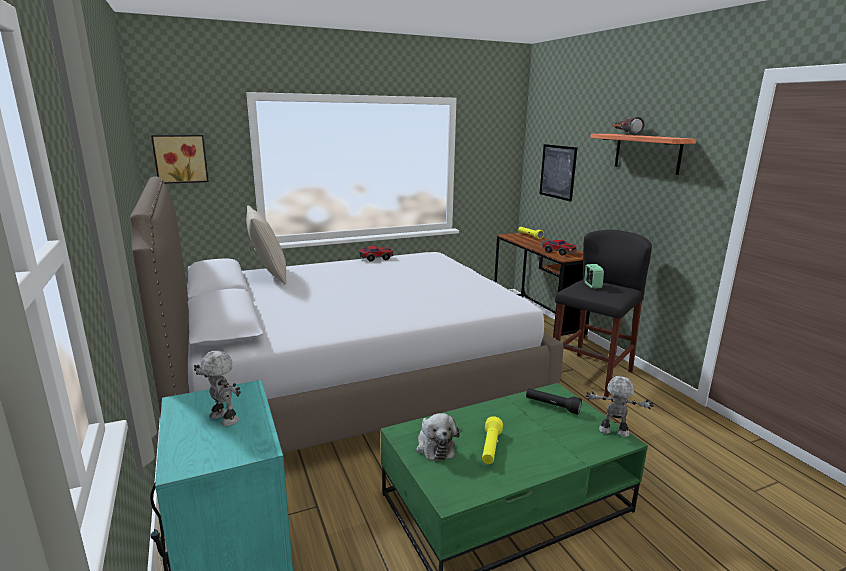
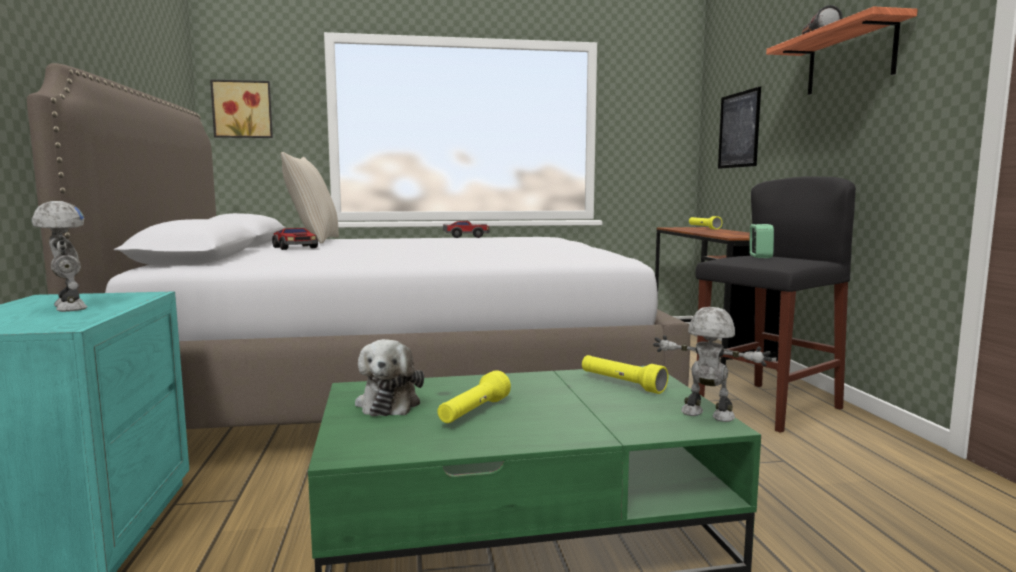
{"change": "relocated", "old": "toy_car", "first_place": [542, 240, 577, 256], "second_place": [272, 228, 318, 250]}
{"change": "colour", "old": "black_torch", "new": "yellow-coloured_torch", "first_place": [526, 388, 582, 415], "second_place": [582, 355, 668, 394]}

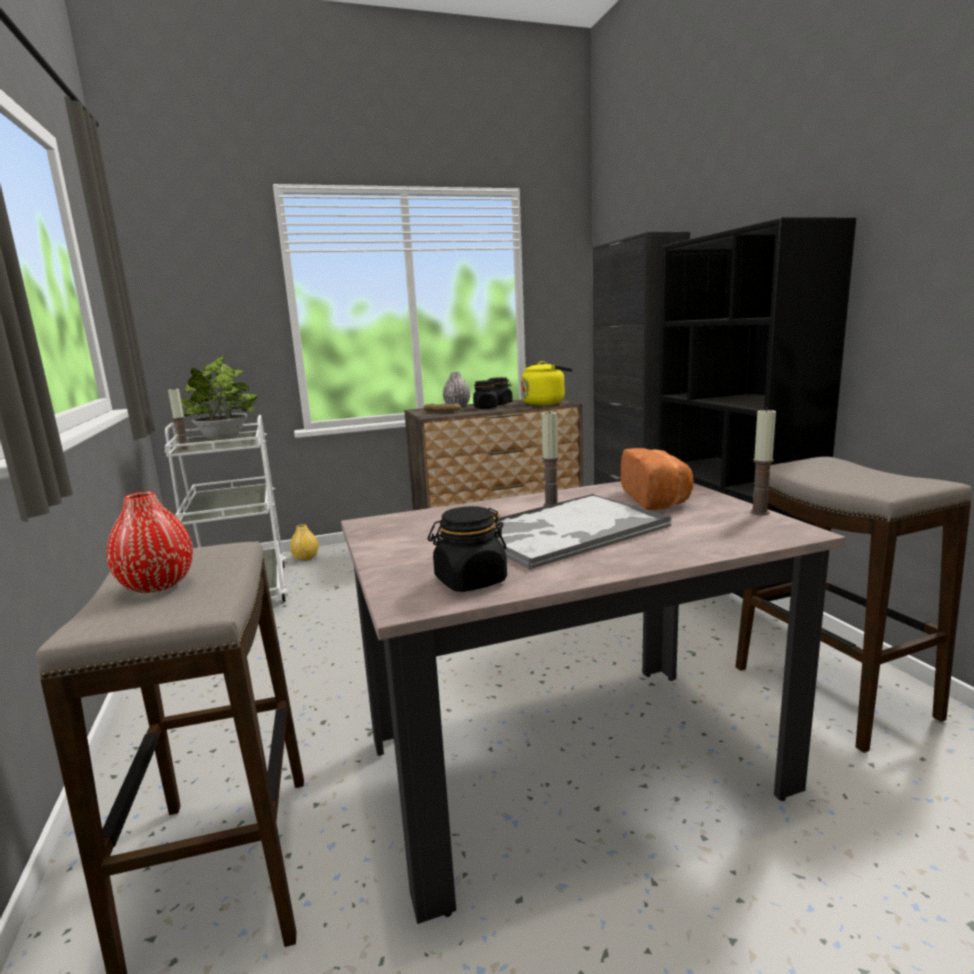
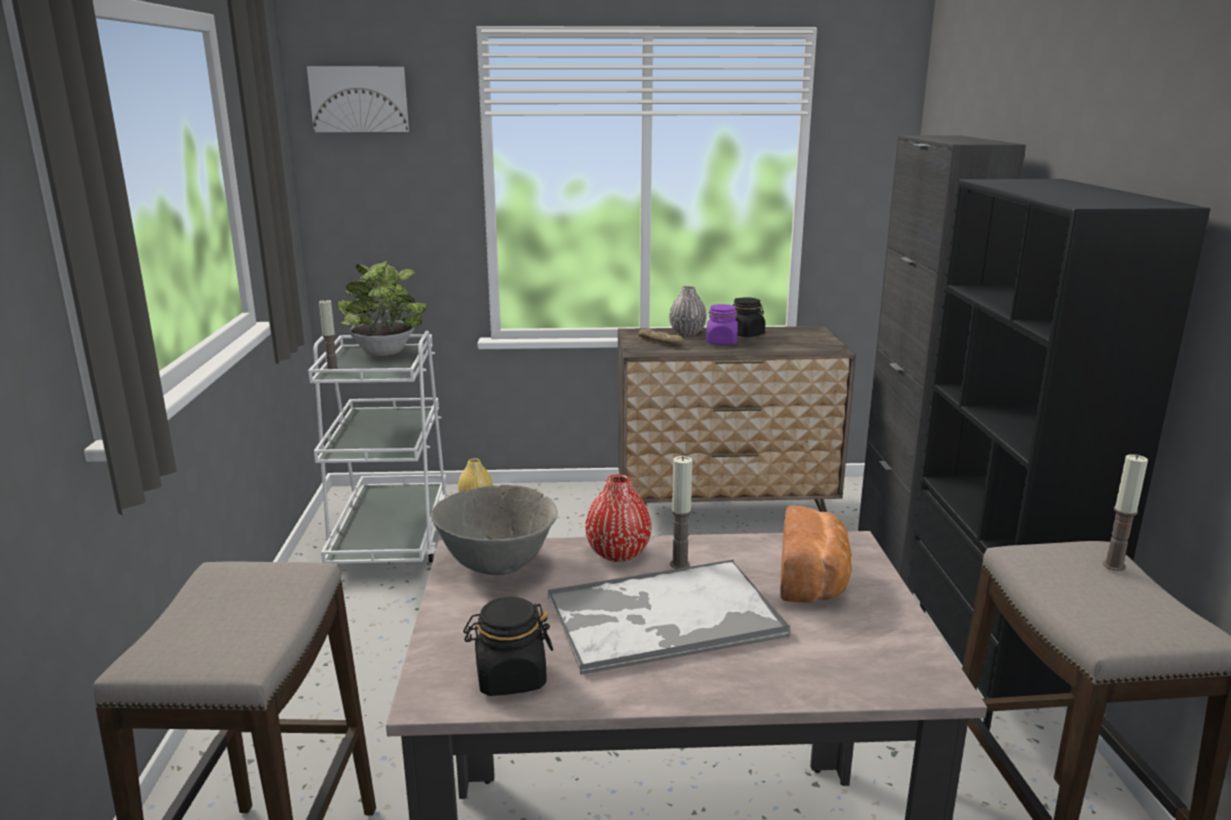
{"change": "missing", "old": "yellow-coloured_tea_kettle", "first_place": [521, 361, 573, 405]}
{"change": "colour", "old": "black_jar", "new": "purple-coloured_jar", "first_place": [473, 380, 498, 409], "second_place": [706, 304, 738, 345]}
{"change": "relocated", "old": "wax_candle", "first_place": [750, 408, 776, 515], "second_place": [1103, 454, 1148, 571]}
{"change": "relocated", "old": "red_vase", "first_place": [106, 491, 193, 593], "second_place": [585, 474, 651, 562]}
{"change": "appeared", "new": "picture", "second_place": [307, 67, 409, 132]}
{"change": "appeared", "new": "greyish_bowl", "second_place": [431, 484, 558, 575]}

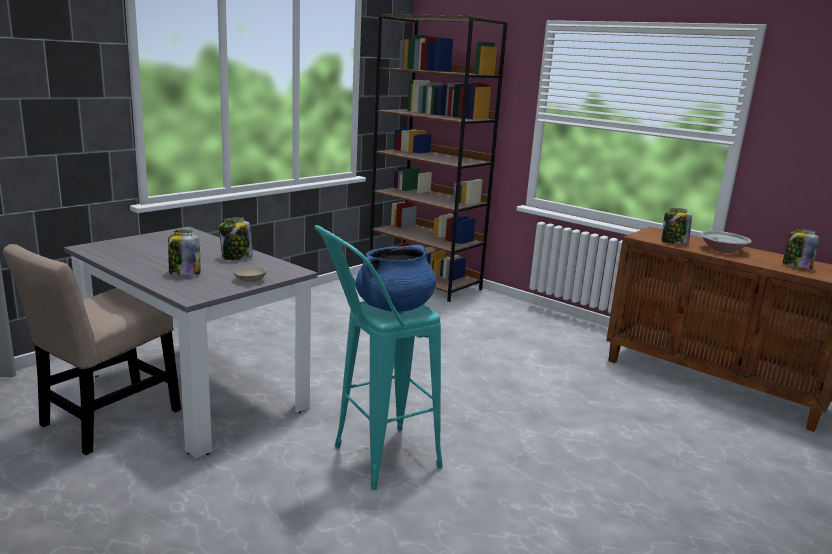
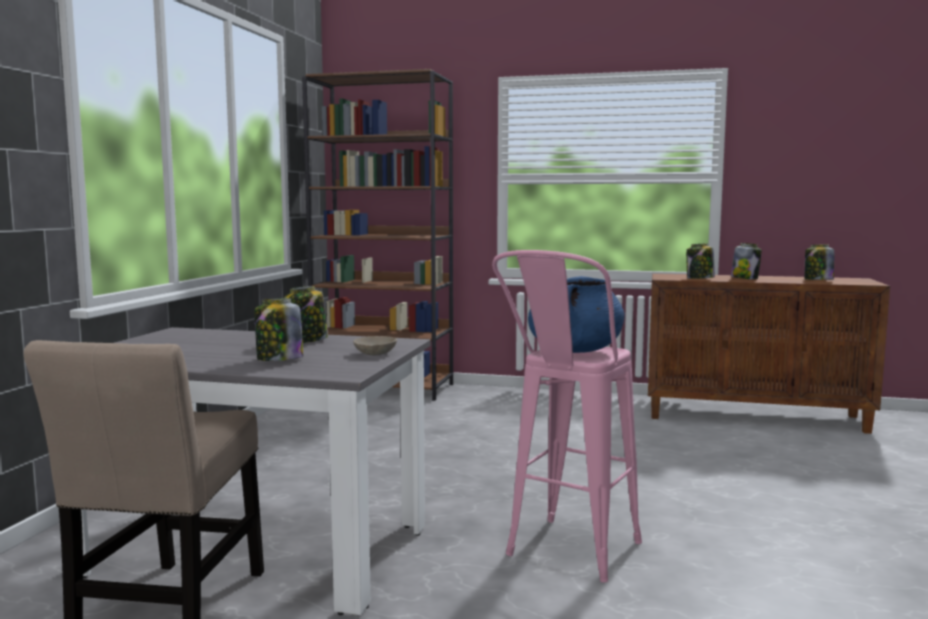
{"change": "colour", "old": "turquoise_stool", "new": "pinkish_stool", "first_place": [314, 225, 443, 490], "second_place": [492, 250, 642, 582]}
{"change": "exchanged", "old": "bowl", "new": "jar", "first_place": [700, 231, 751, 253], "second_place": [731, 243, 762, 279]}

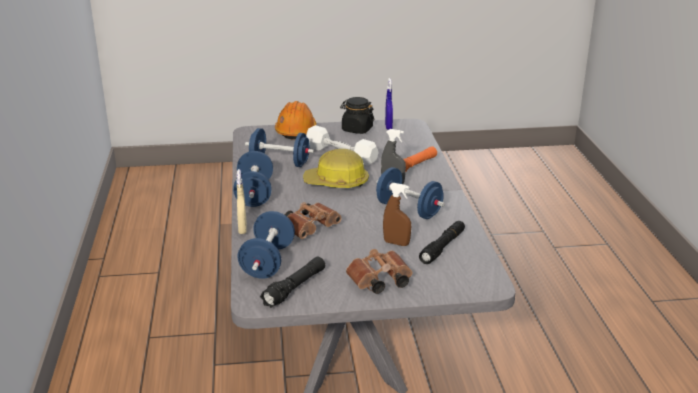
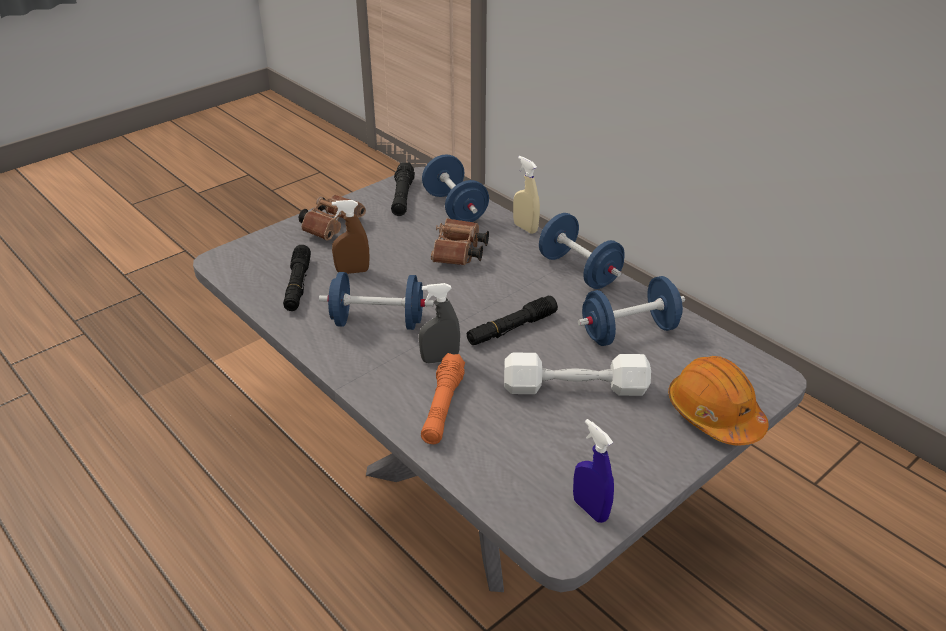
{"change": "missing", "old": "black_jar", "first_place": [340, 97, 374, 134]}
{"change": "exchanged", "old": "work_helmet", "new": "black_torch", "first_place": [303, 149, 369, 188], "second_place": [467, 296, 558, 345]}

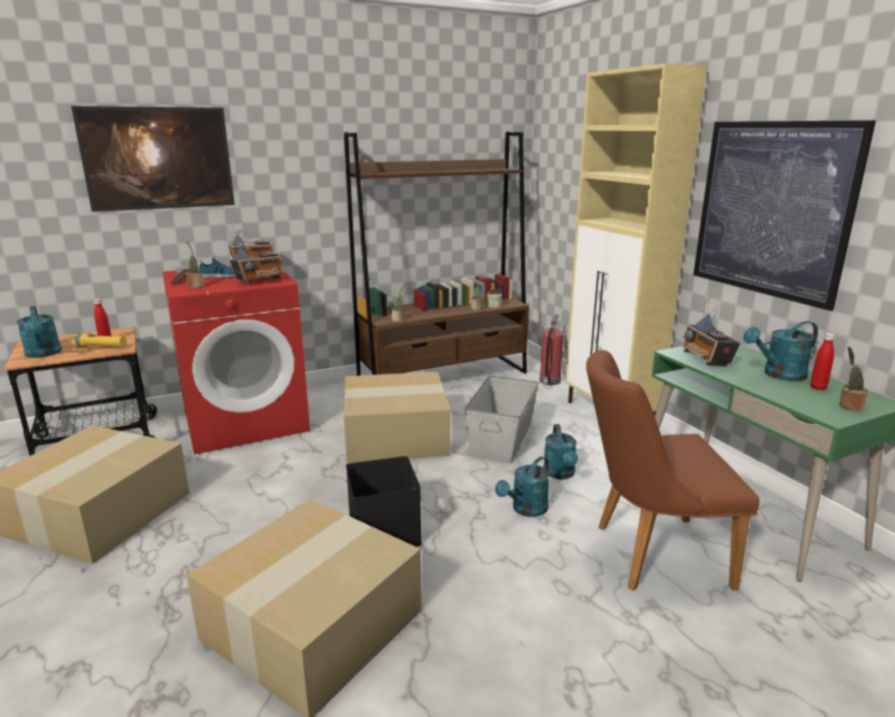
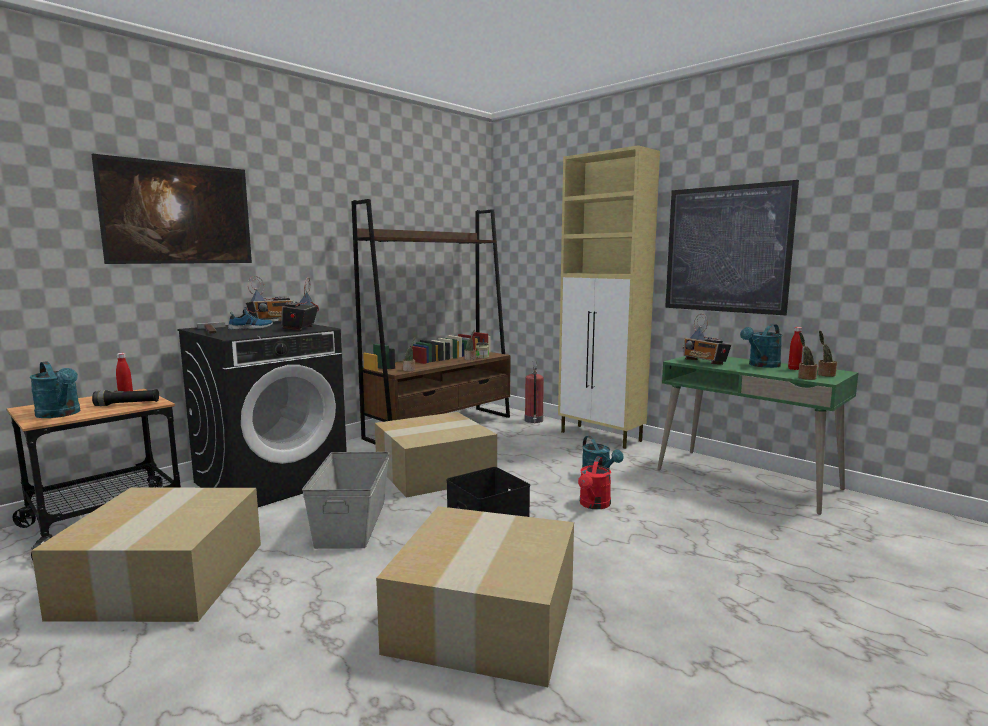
{"change": "spun", "old": "radio_receiver", "first_place": [230, 230, 283, 284], "second_place": [278, 277, 319, 331], "degrees": 150}
{"change": "relocated", "old": "potted_plant", "first_place": [185, 241, 205, 288], "second_place": [798, 332, 818, 380]}
{"change": "colour", "old": "red_laundry_appliance", "new": "black_laundry_appliance", "first_place": [163, 266, 310, 454], "second_place": [177, 321, 347, 507]}
{"change": "colour", "old": "yellow-coloured_torch", "new": "black_torch", "first_place": [71, 333, 127, 347], "second_place": [92, 389, 159, 406]}
{"change": "missing", "old": "brown_upright_chair", "first_place": [586, 350, 760, 591]}
{"change": "relocated", "old": "greyish_storage_container", "first_place": [464, 376, 539, 463], "second_place": [302, 452, 389, 549]}
{"change": "colour", "old": "turquoise_watering_can", "new": "red_watering_can", "first_place": [495, 456, 549, 517], "second_place": [578, 456, 611, 509]}

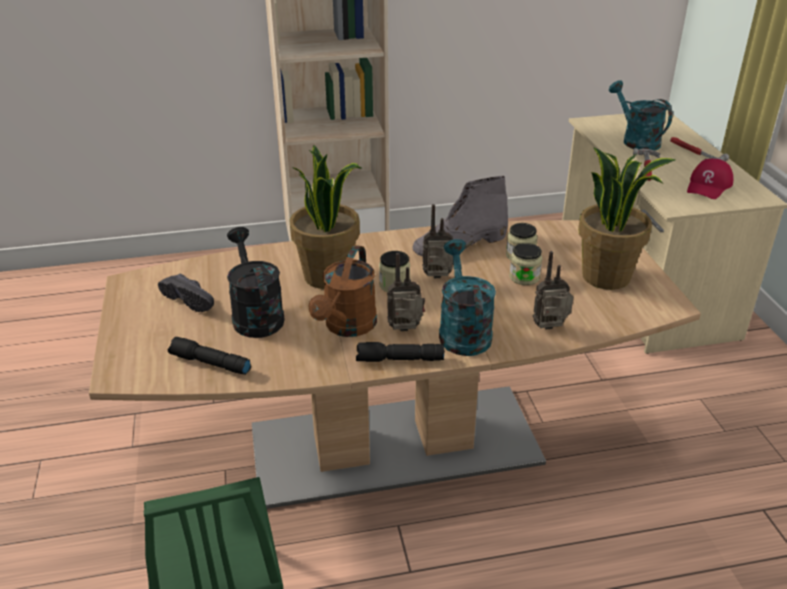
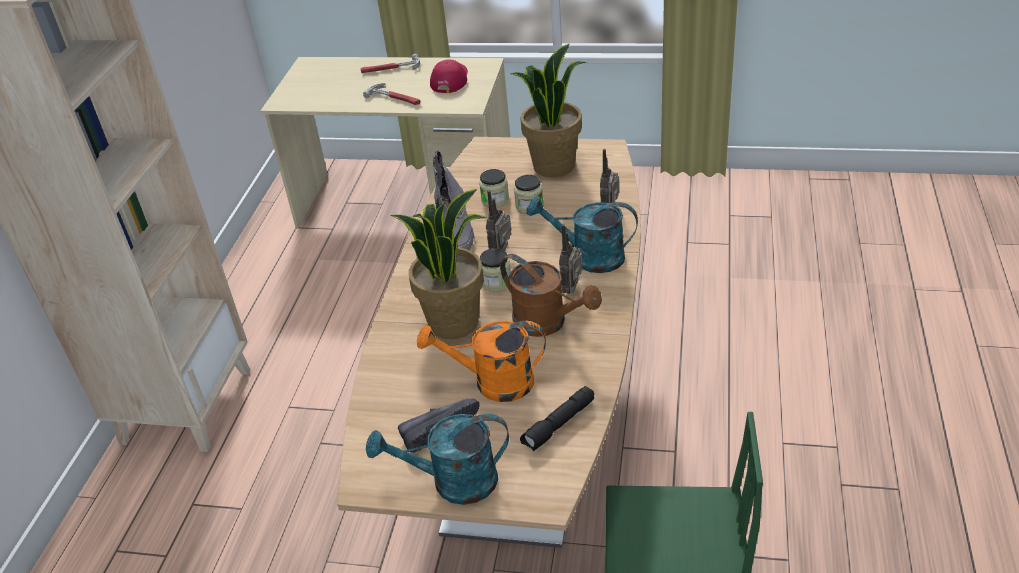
{"change": "relocated", "old": "turquoise_watering_can", "first_place": [609, 80, 673, 151], "second_place": [366, 414, 509, 505]}
{"change": "spun", "old": "red_baseball_cap", "first_place": [687, 158, 734, 199], "second_place": [430, 59, 468, 93], "degrees": -135}
{"change": "colour", "old": "black_watering_can", "new": "orangey_watering_can", "first_place": [227, 227, 285, 338], "second_place": [417, 320, 546, 402]}
{"change": "missing", "old": "black_torch", "first_place": [356, 342, 445, 362]}

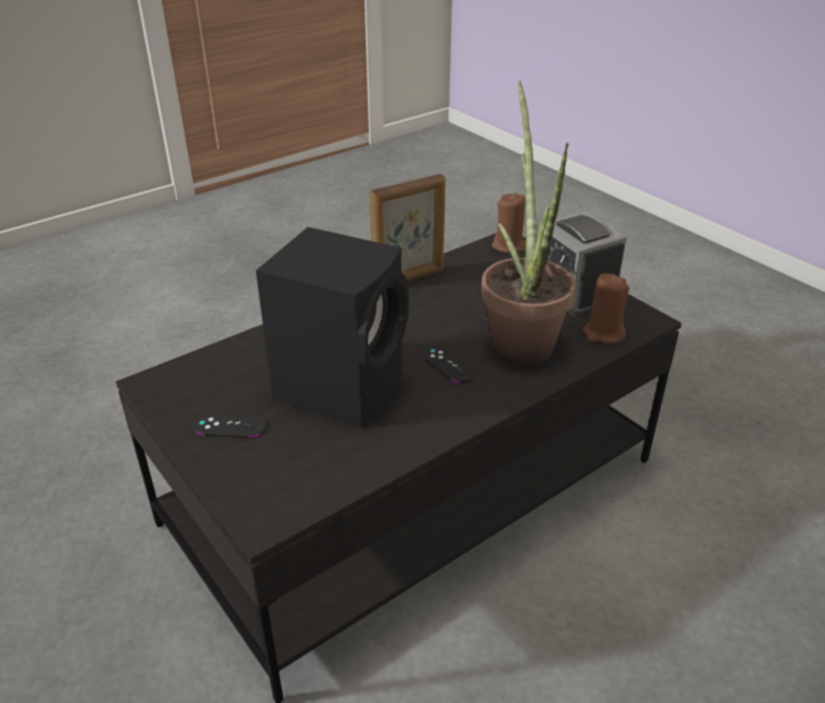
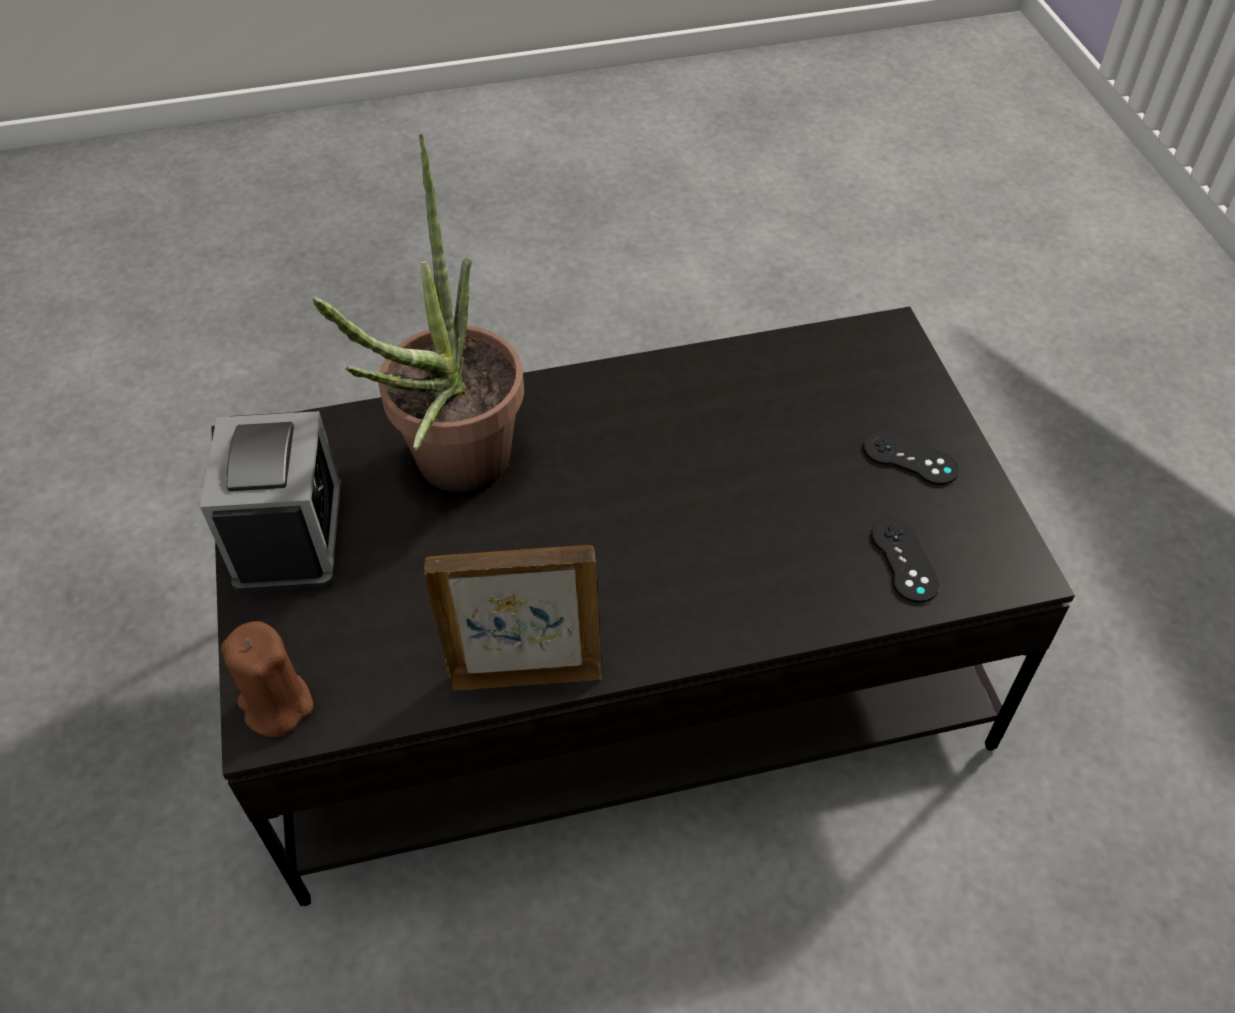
{"change": "missing", "old": "black_audio_speaker", "first_place": [256, 227, 409, 427]}
{"change": "missing", "old": "brown_wax_candle", "first_place": [583, 273, 629, 344]}
{"change": "relocated", "old": "black_joypad", "first_place": [423, 346, 476, 383], "second_place": [871, 518, 940, 603]}

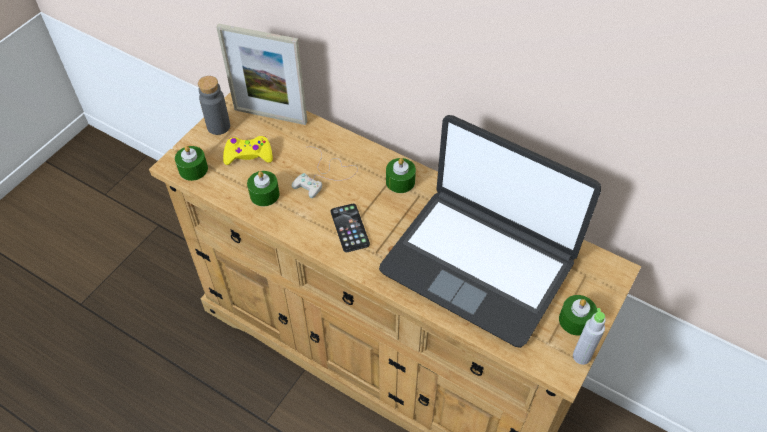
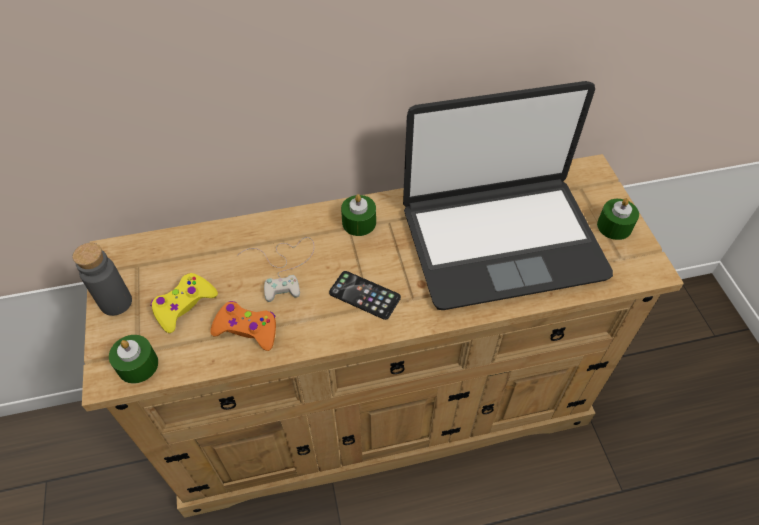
{"change": "missing", "old": "picture_frame", "first_place": [216, 23, 307, 125]}
{"change": "exchanged", "old": "green-coloured_wax_candle", "new": "orangey_joypad", "first_place": [247, 171, 280, 206], "second_place": [210, 301, 276, 351]}
{"change": "missing", "old": "greyish_bottle", "first_place": [573, 308, 606, 365]}

